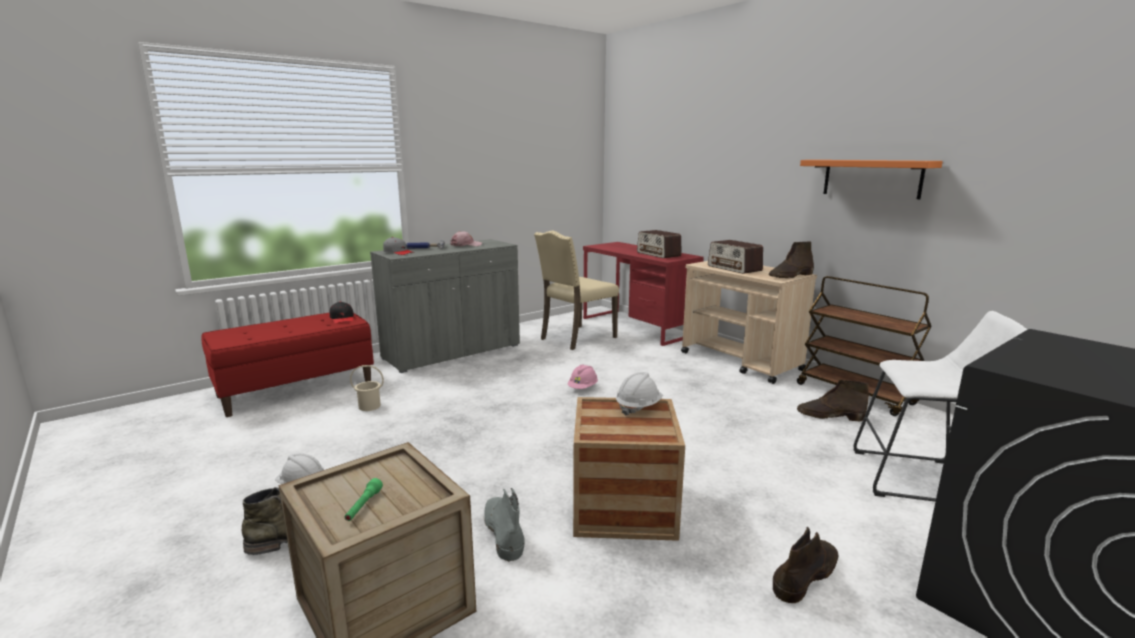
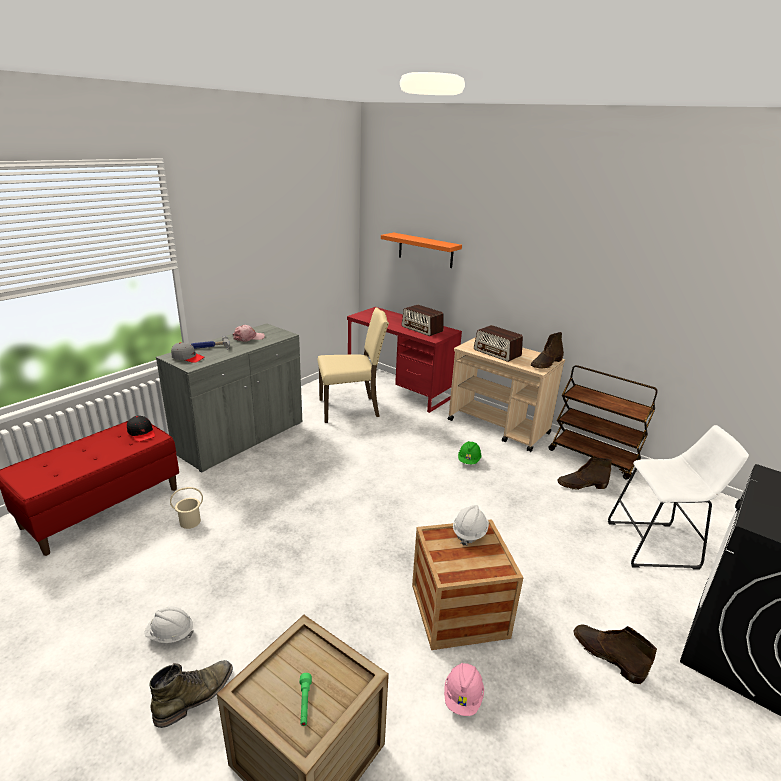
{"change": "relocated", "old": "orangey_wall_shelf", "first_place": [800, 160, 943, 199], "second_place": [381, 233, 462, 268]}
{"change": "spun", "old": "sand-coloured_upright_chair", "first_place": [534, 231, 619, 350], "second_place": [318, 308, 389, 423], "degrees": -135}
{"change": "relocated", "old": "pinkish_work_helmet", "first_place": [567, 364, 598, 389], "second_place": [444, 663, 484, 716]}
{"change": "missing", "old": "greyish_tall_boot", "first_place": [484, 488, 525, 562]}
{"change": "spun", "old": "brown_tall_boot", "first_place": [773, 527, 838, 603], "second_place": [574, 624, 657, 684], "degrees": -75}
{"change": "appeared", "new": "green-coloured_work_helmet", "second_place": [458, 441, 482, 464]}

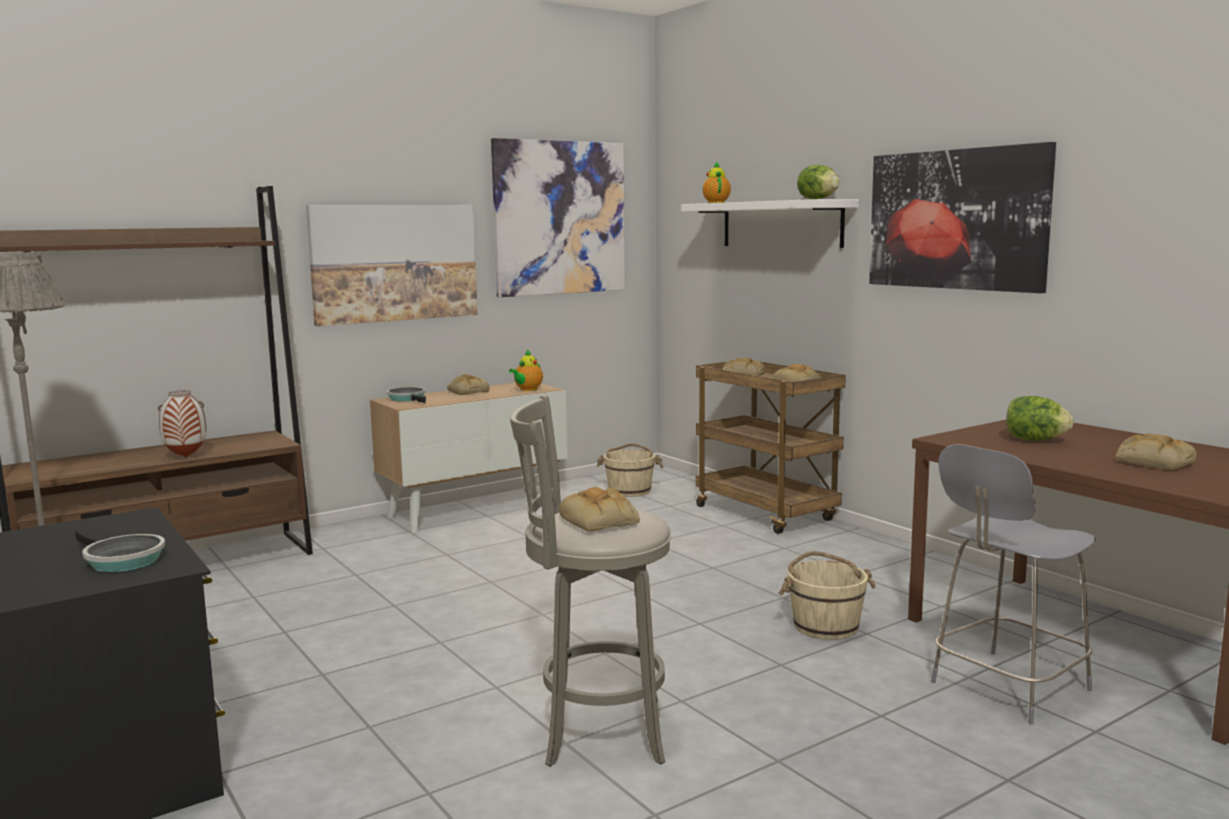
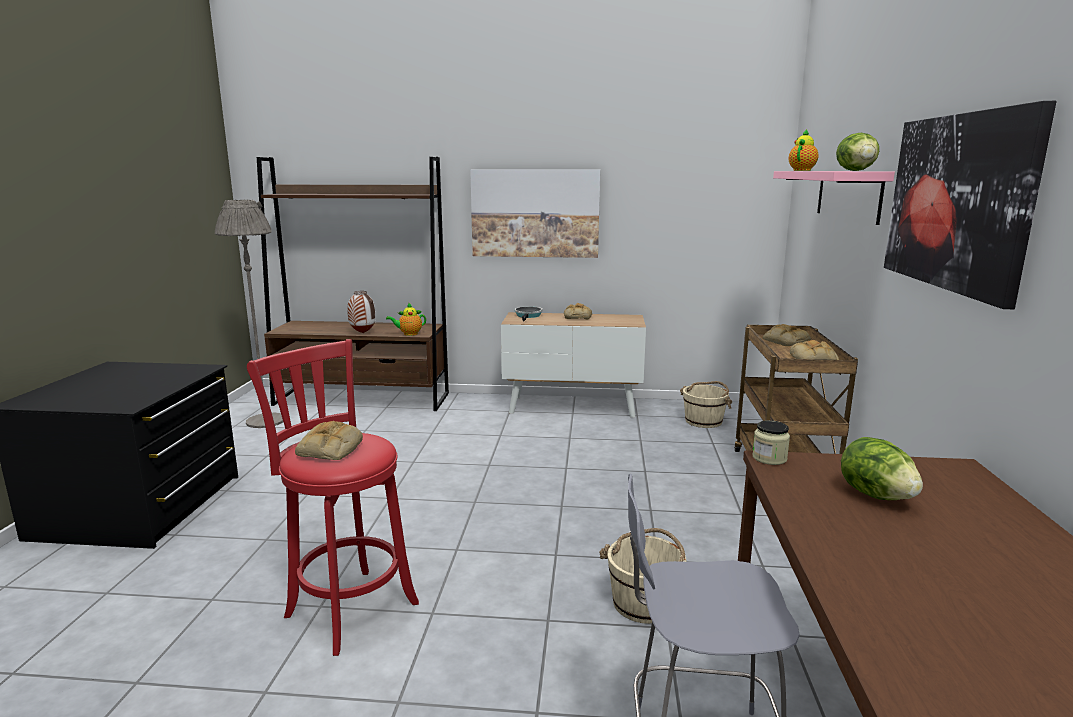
{"change": "missing", "old": "picture", "first_place": [491, 138, 625, 297]}
{"change": "colour", "old": "white-coloured_wall_shelf", "new": "pinkish_wall_shelf", "first_place": [681, 199, 859, 248], "second_place": [773, 171, 895, 225]}
{"change": "relocated", "old": "tea_pot", "first_place": [509, 350, 543, 391], "second_place": [386, 302, 426, 336]}
{"change": "colour", "old": "greyish_stool", "new": "red_stool", "first_place": [510, 396, 671, 767], "second_place": [247, 339, 419, 656]}
{"change": "missing", "old": "bakery_bread", "first_place": [1115, 433, 1197, 470]}
{"change": "missing", "old": "skillet", "first_place": [74, 529, 165, 572]}
{"change": "appeared", "new": "jar", "second_place": [752, 420, 790, 465]}

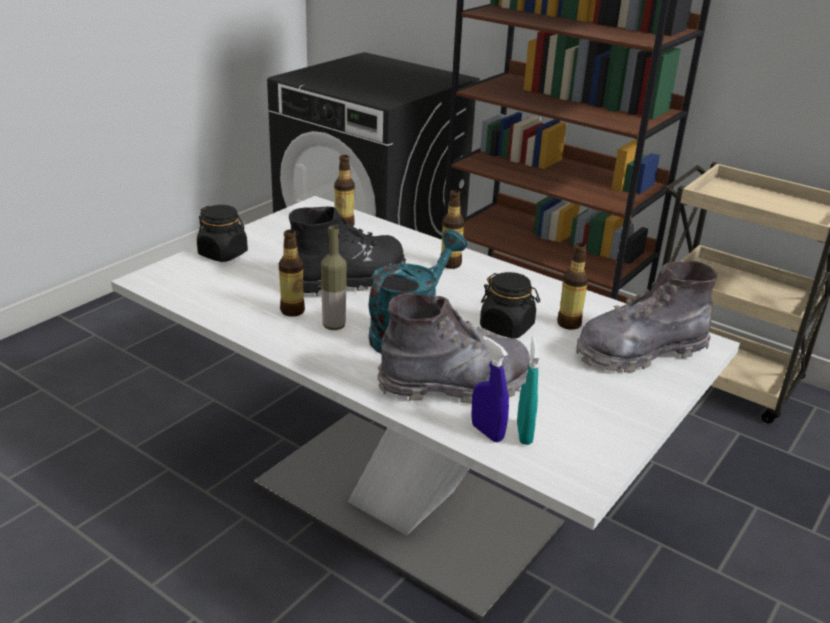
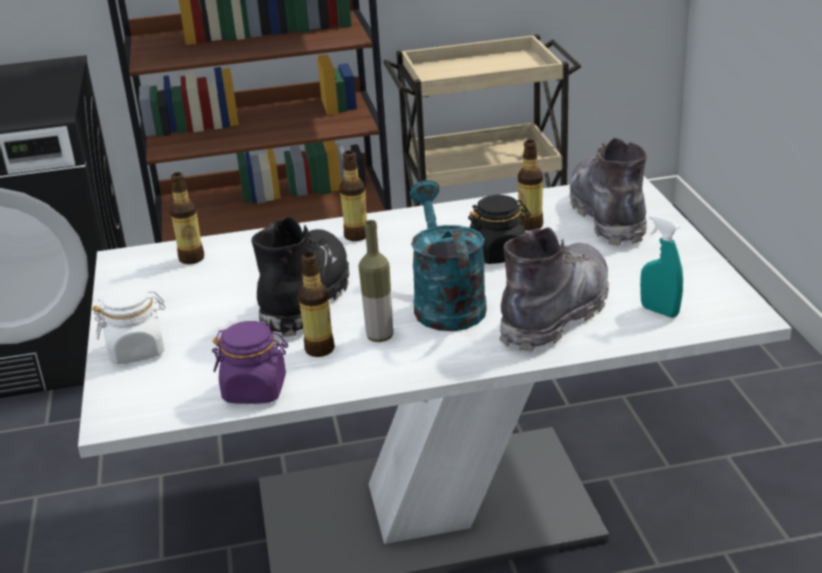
{"change": "colour", "old": "black_jar", "new": "white-coloured_jar", "first_place": [197, 205, 248, 262], "second_place": [93, 285, 165, 364]}
{"change": "spun", "old": "greyish_tall_boot", "first_place": [576, 261, 717, 373], "second_place": [569, 138, 647, 246], "degrees": 150}
{"change": "missing", "old": "blue_spray_bottle", "first_place": [471, 336, 509, 442]}
{"change": "appeared", "new": "purple-coloured_jar", "second_place": [212, 321, 288, 404]}

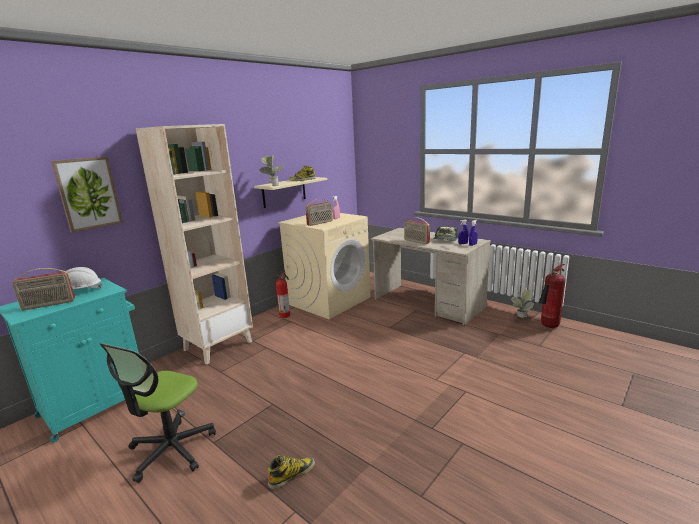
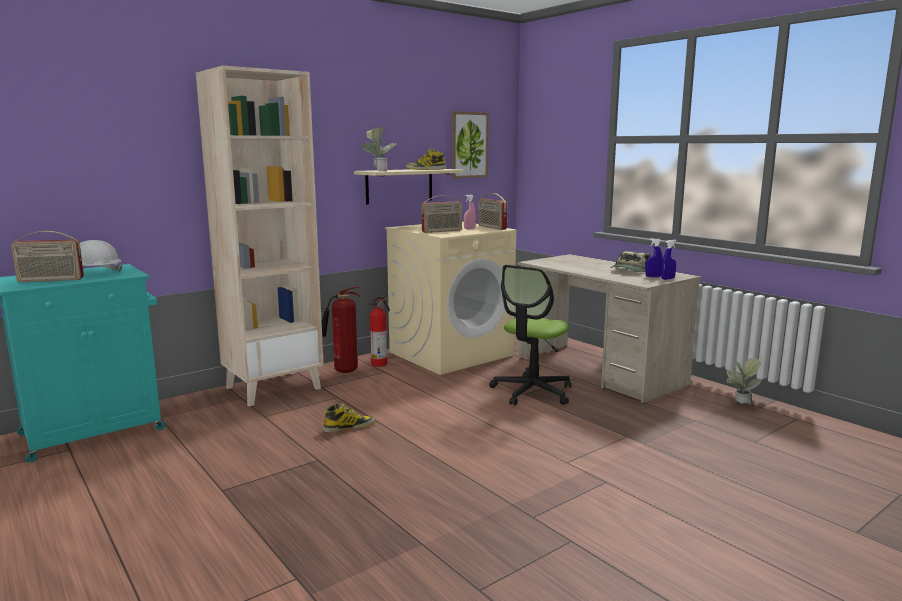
{"change": "relocated", "old": "picture", "first_place": [51, 156, 123, 233], "second_place": [451, 111, 489, 178]}
{"change": "relocated", "old": "radio_receiver", "first_place": [404, 217, 430, 244], "second_place": [478, 193, 507, 230]}
{"change": "relocated", "old": "fire-fighting_cylinder", "first_place": [539, 264, 566, 328], "second_place": [322, 287, 360, 373]}
{"change": "relocated", "old": "office_chair", "first_place": [100, 343, 216, 483], "second_place": [489, 265, 571, 405]}
{"change": "relocated", "old": "tall_boot", "first_place": [268, 455, 315, 489], "second_place": [323, 403, 375, 433]}

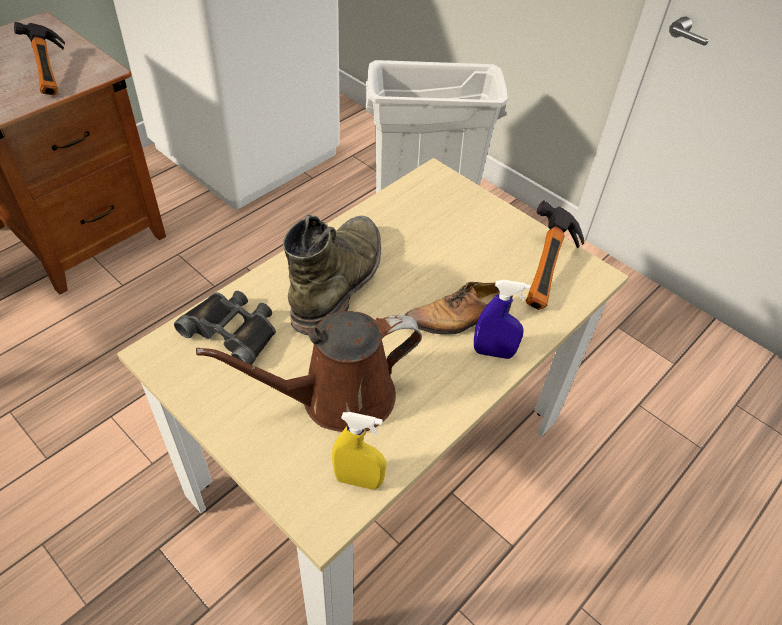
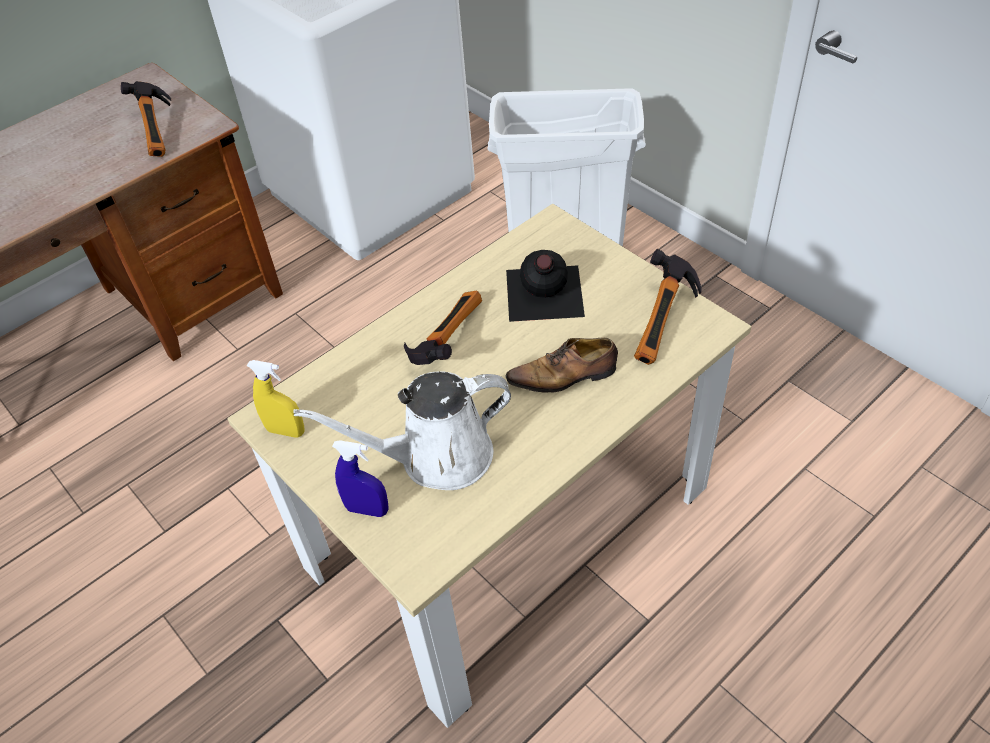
{"change": "exchanged", "old": "green-coloured_tall_boot", "new": "hammer", "first_place": [283, 215, 381, 335], "second_place": [404, 291, 482, 365]}
{"change": "relocated", "old": "blue_spray_bottle", "first_place": [474, 280, 531, 359], "second_place": [332, 440, 388, 517]}
{"change": "missing", "old": "black_binoculars", "first_place": [174, 291, 276, 365]}
{"change": "colour", "old": "brown_watering_can", "new": "white-coloured_watering_can", "first_place": [196, 311, 422, 432], "second_place": [293, 371, 511, 490]}
{"change": "relocated", "old": "yellow-coloured_spray_bottle", "first_place": [332, 412, 386, 490], "second_place": [247, 360, 305, 438]}
{"change": "appeared", "new": "black_bottle", "second_place": [506, 250, 585, 322]}

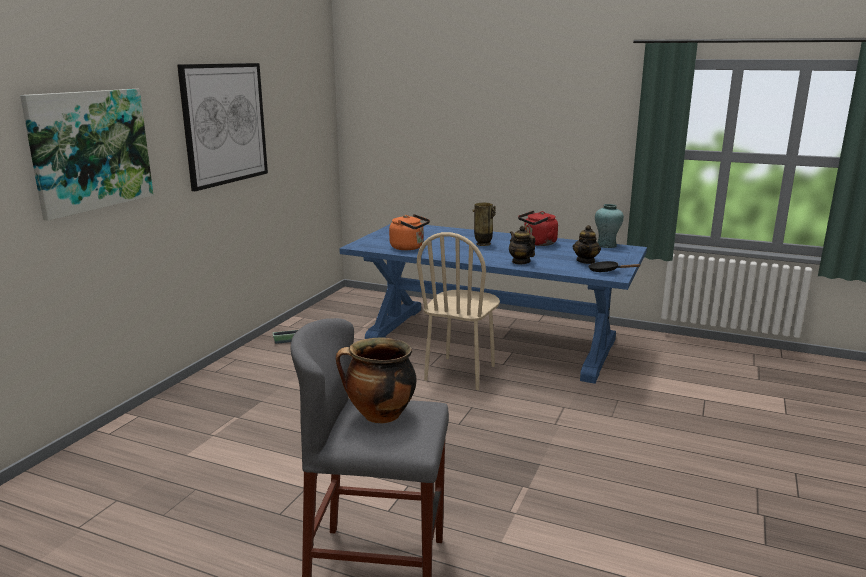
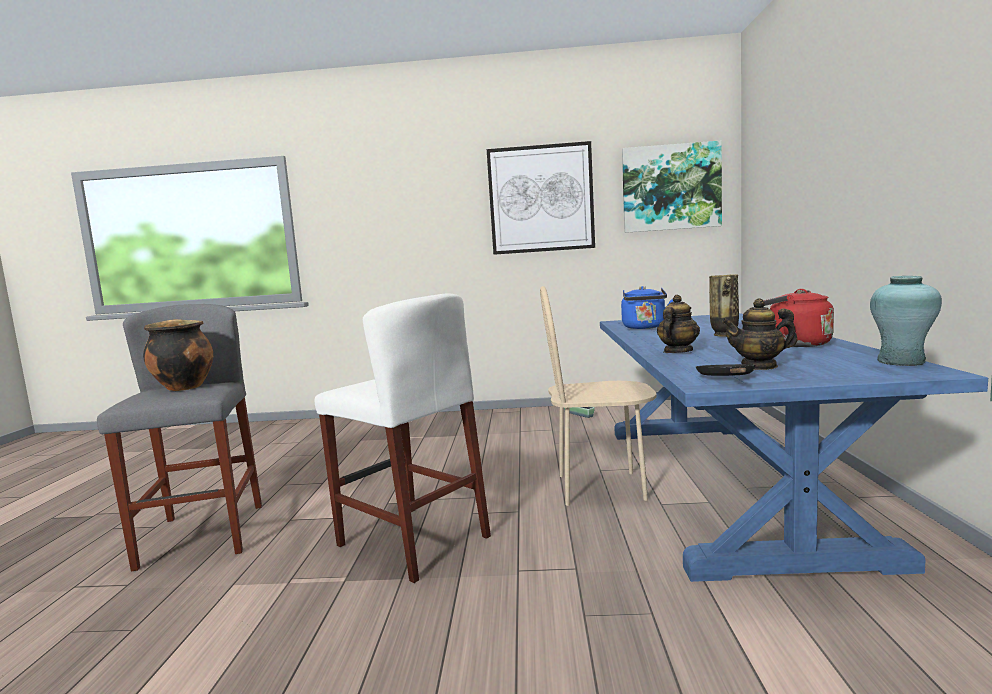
{"change": "relocated", "old": "picture", "first_place": [20, 89, 154, 221], "second_place": [622, 141, 722, 233]}
{"change": "colour", "old": "orangey_tea_kettle", "new": "blue_tea_kettle", "first_place": [389, 214, 430, 250], "second_place": [621, 286, 673, 329]}
{"change": "appeared", "new": "white-coloured_stool", "second_place": [315, 294, 491, 583]}

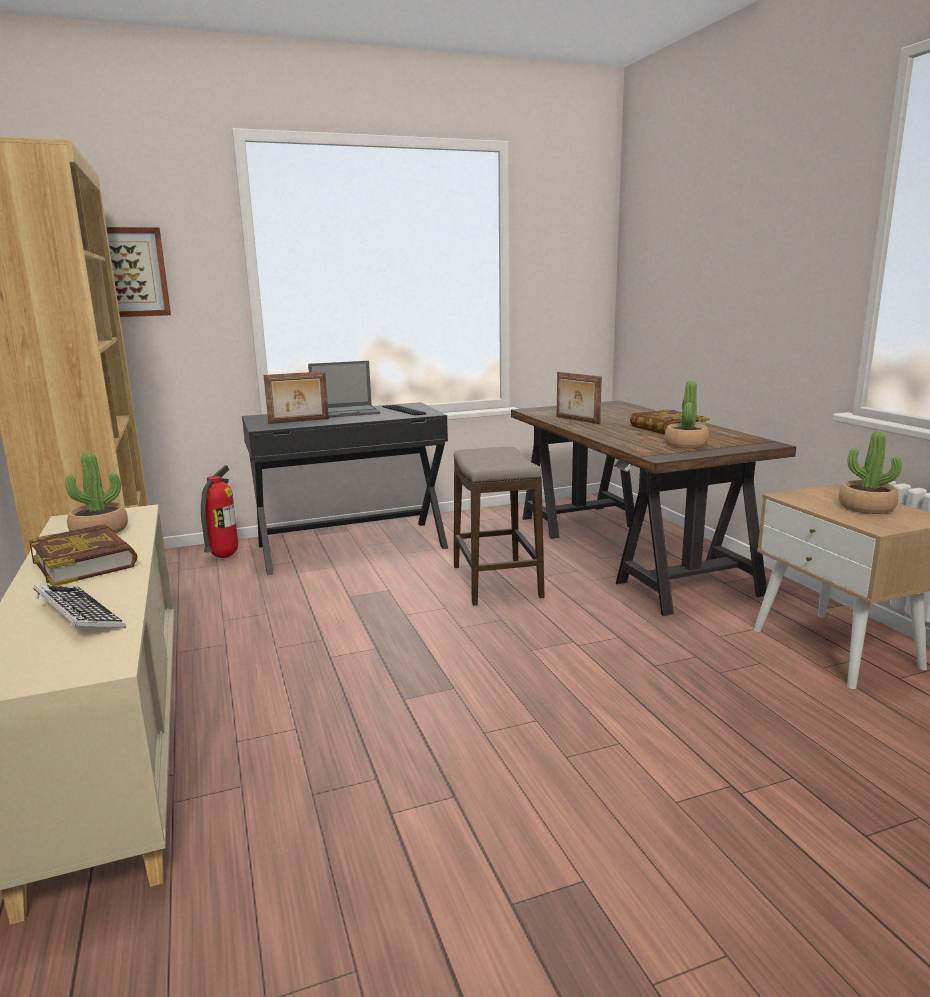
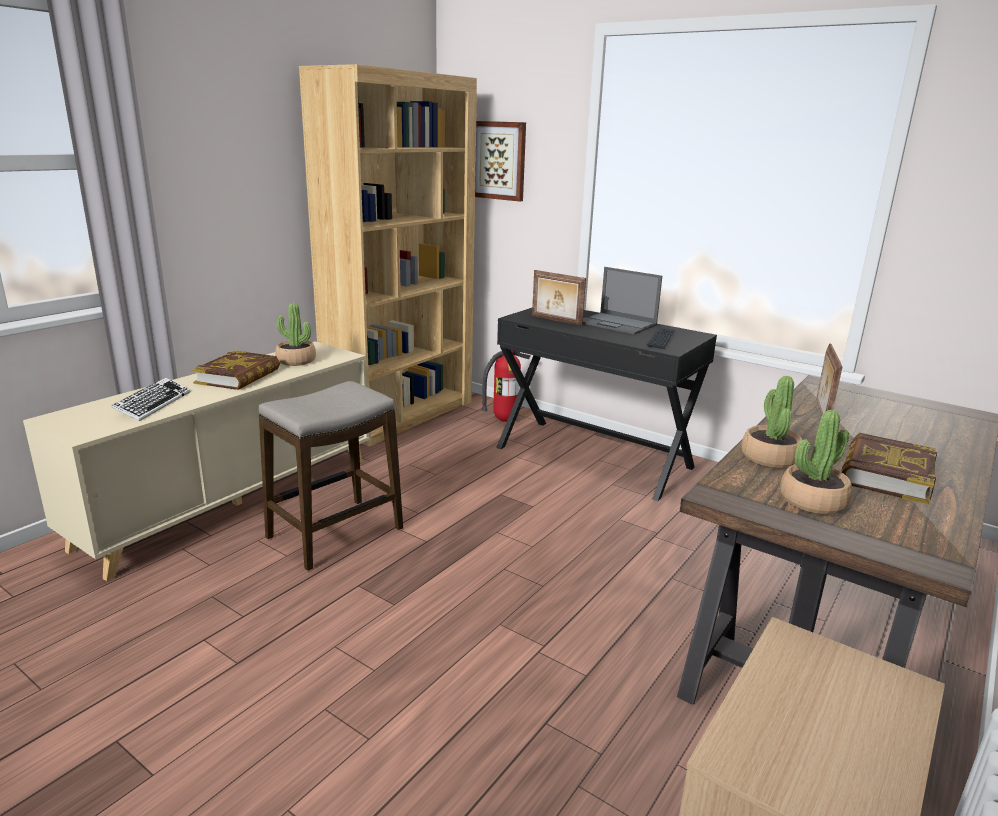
{"change": "relocated", "old": "potted_plant", "first_place": [839, 431, 902, 514], "second_place": [741, 376, 802, 469]}
{"change": "relocated", "old": "stool", "first_place": [454, 447, 545, 605], "second_place": [259, 381, 403, 571]}

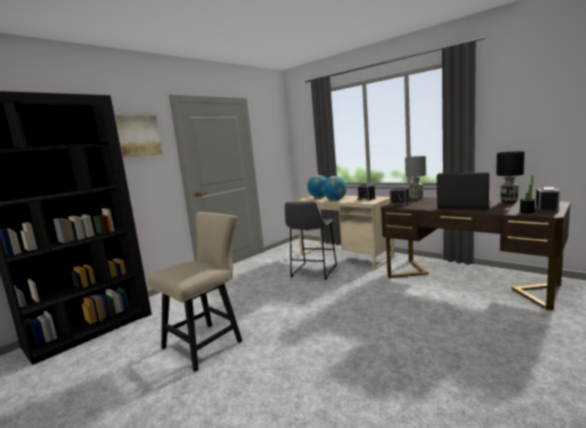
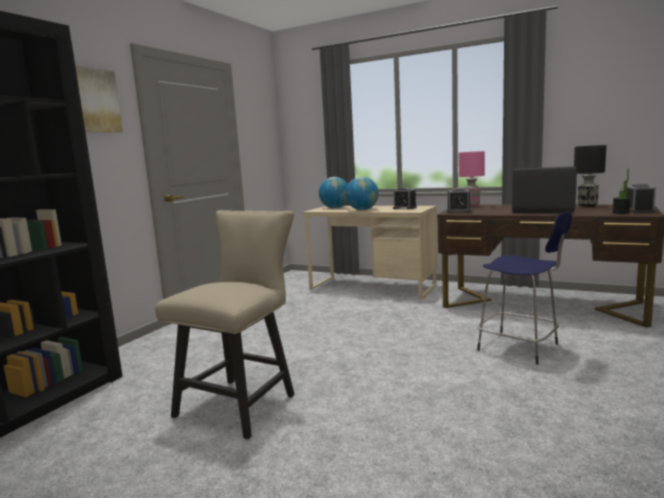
{"change": "colour", "old": "greyish_tabletop_lamp", "new": "pinkish_tabletop_lamp", "first_place": [405, 156, 426, 200], "second_place": [459, 151, 485, 207]}
{"change": "missing", "old": "greyish_stool", "first_place": [285, 201, 337, 280]}
{"change": "appeared", "new": "blue_stool", "second_place": [477, 211, 572, 365]}

